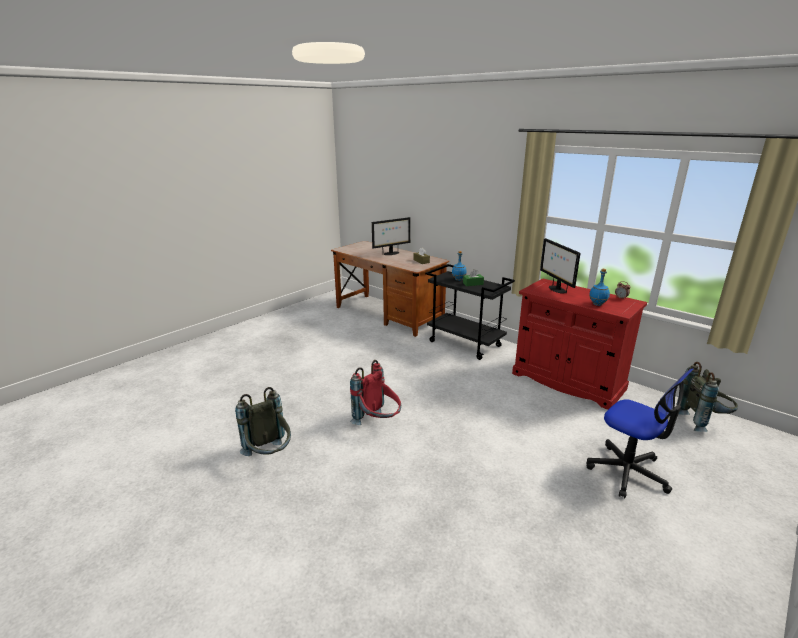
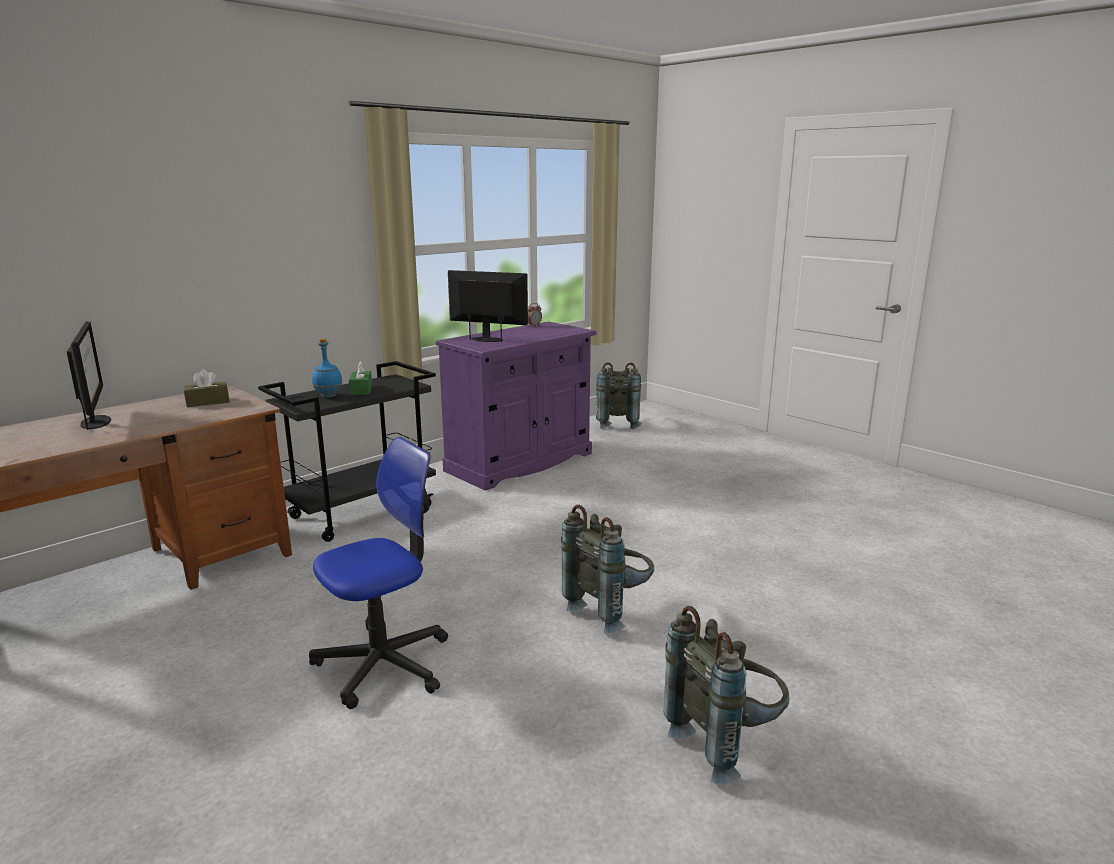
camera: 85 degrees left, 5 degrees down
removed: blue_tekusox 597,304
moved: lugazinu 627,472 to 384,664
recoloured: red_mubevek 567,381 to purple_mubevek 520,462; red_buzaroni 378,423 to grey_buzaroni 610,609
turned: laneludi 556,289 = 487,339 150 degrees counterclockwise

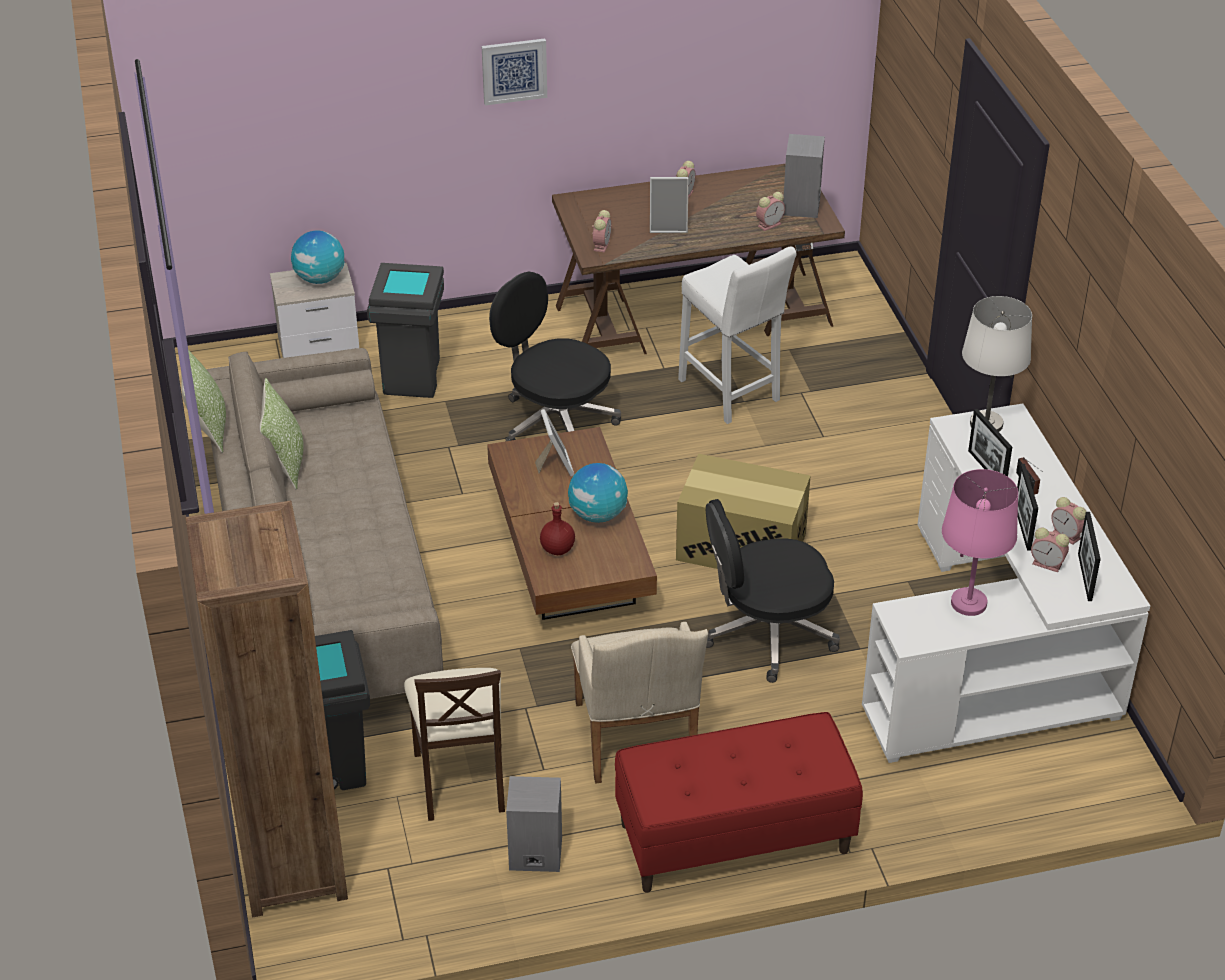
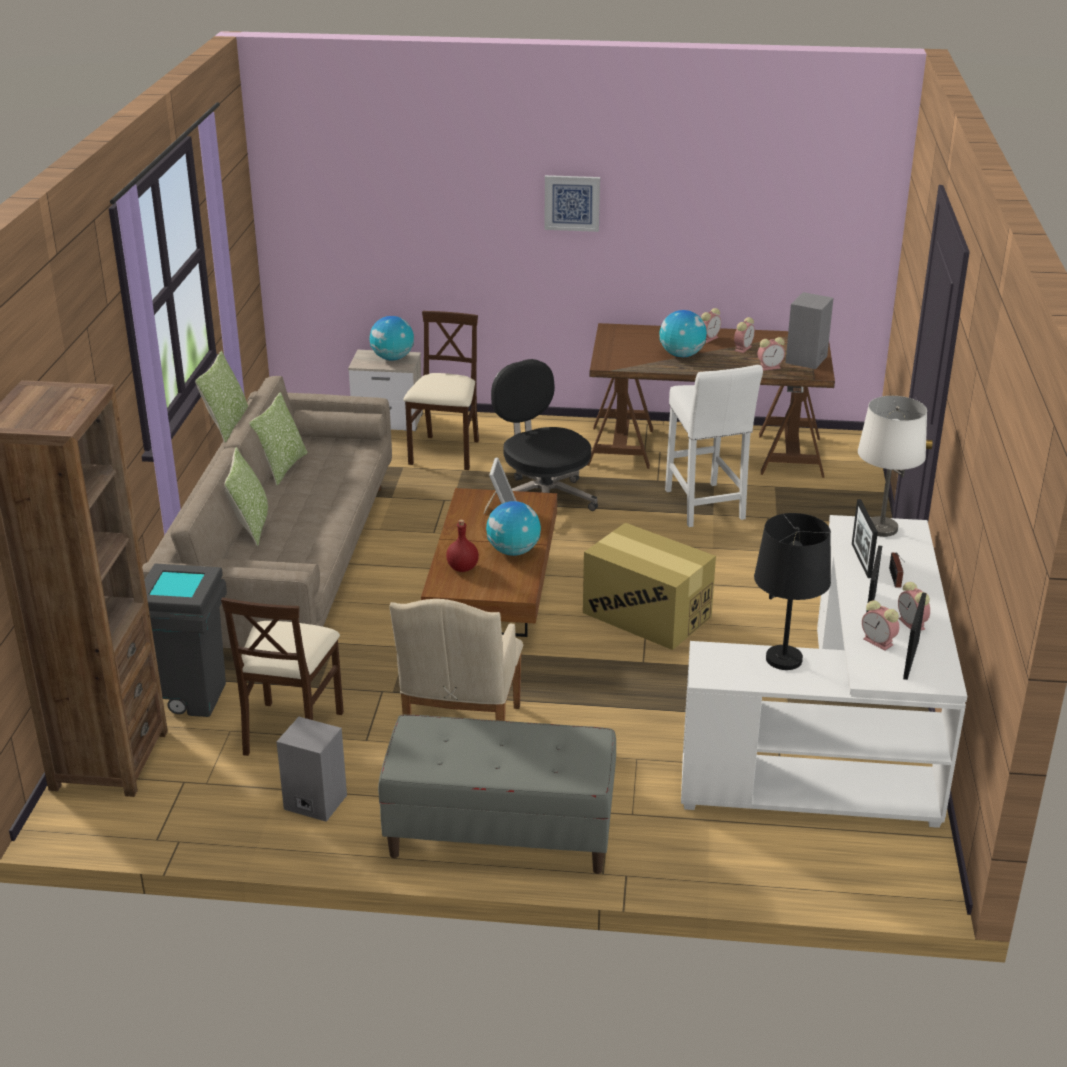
camera: 20 degrees right, 10 degrees down
removed: black_lugazinu 767,634
added: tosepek 251,526
moved: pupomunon 601,245 to 743,348
replaced: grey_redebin 413,381 to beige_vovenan 446,453; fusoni 668,226 to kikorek 682,355
recoloured: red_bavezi 734,838 to grey_bavezi 500,834; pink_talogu 968,603 to black_talogu 783,659

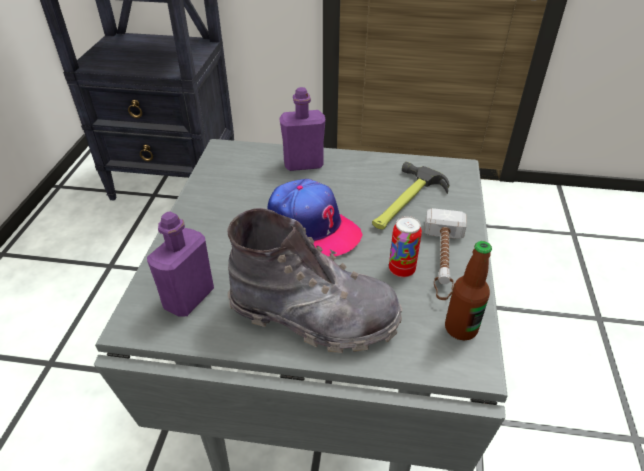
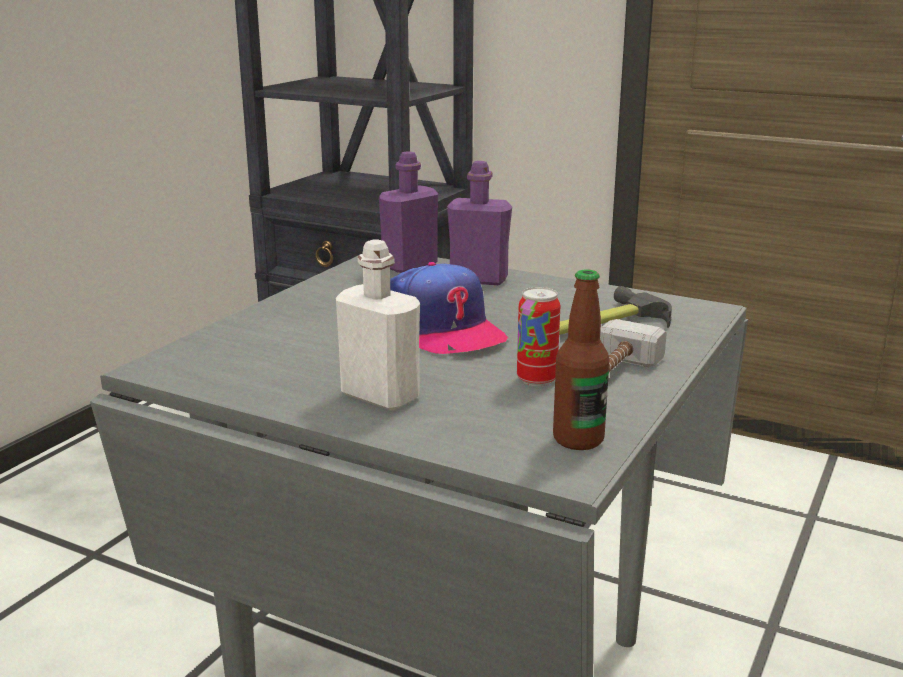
camera: 20 degrees right, 20 degrees down
moved: purple_tekusox 188,298 to 409,265
replaced: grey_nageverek 314,316 to white_tekusox 380,396

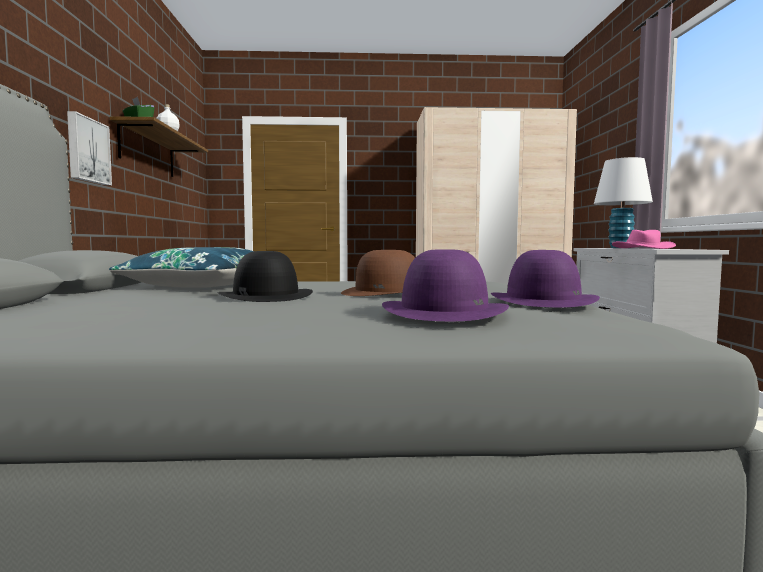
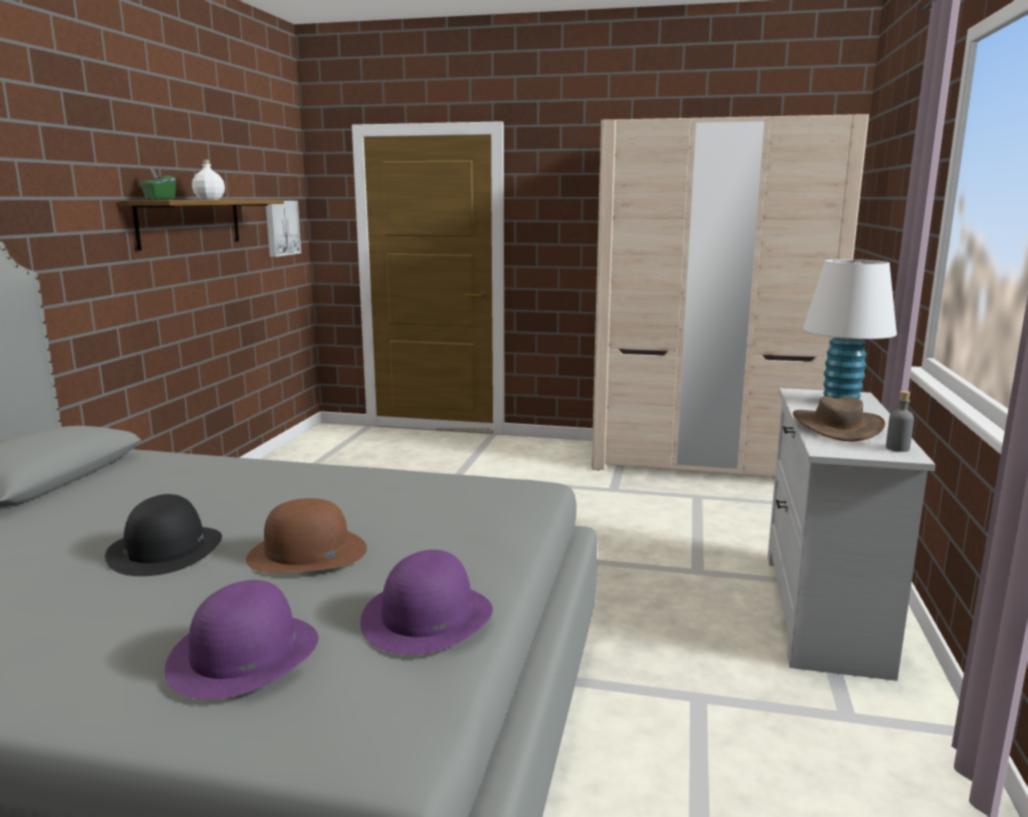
camera: 15 degrees right, 10 degrees up
removed: blue_tosepek 205,285
added: grey_tekusox 897,448
moved: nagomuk 87,150 to 281,228
recoloured: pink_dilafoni 642,248 to brown_dilafoni 837,426

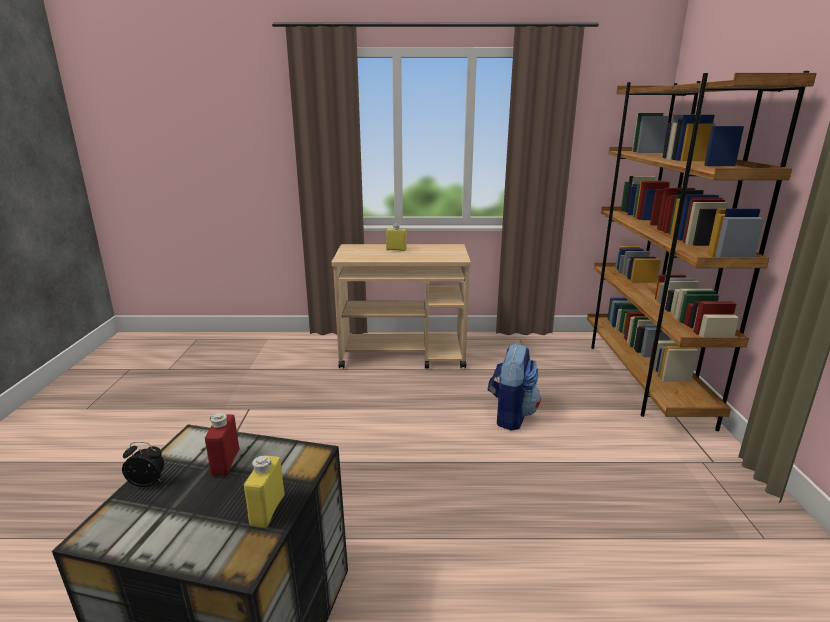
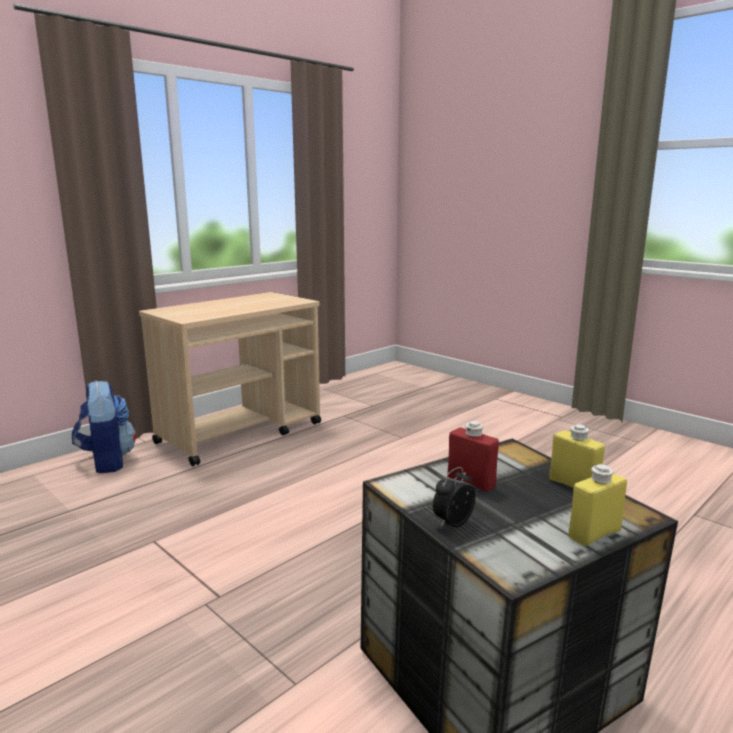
camera: 45 degrees left, 5 degrees down
removed: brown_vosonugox 642,378
moved: buzaroni 511,415 to 107,461; yellow_tekusox 396,250 to 594,534

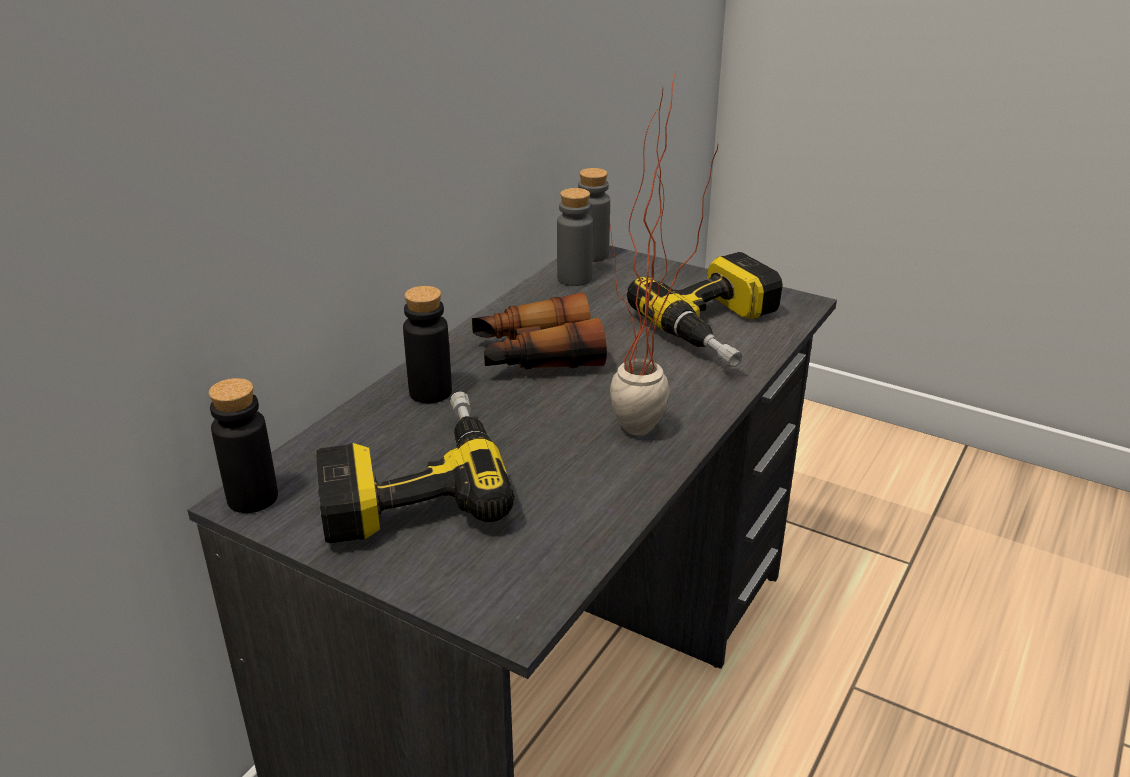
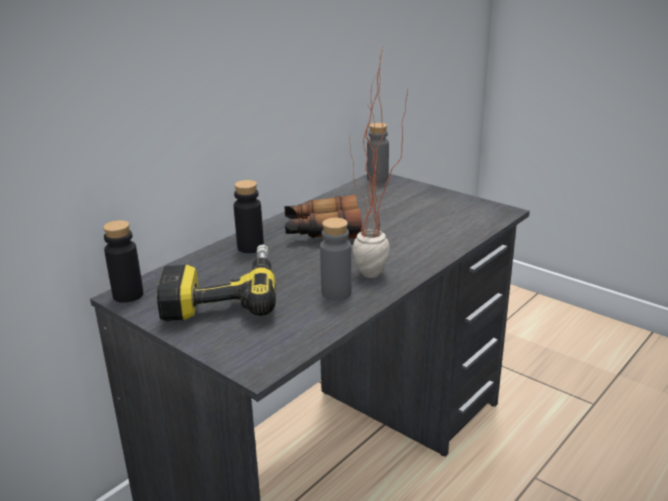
camera: 10 degrees right, 5 degrees down
removed: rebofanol 722,330
moved: grey_tekusox 574,278 to 336,293

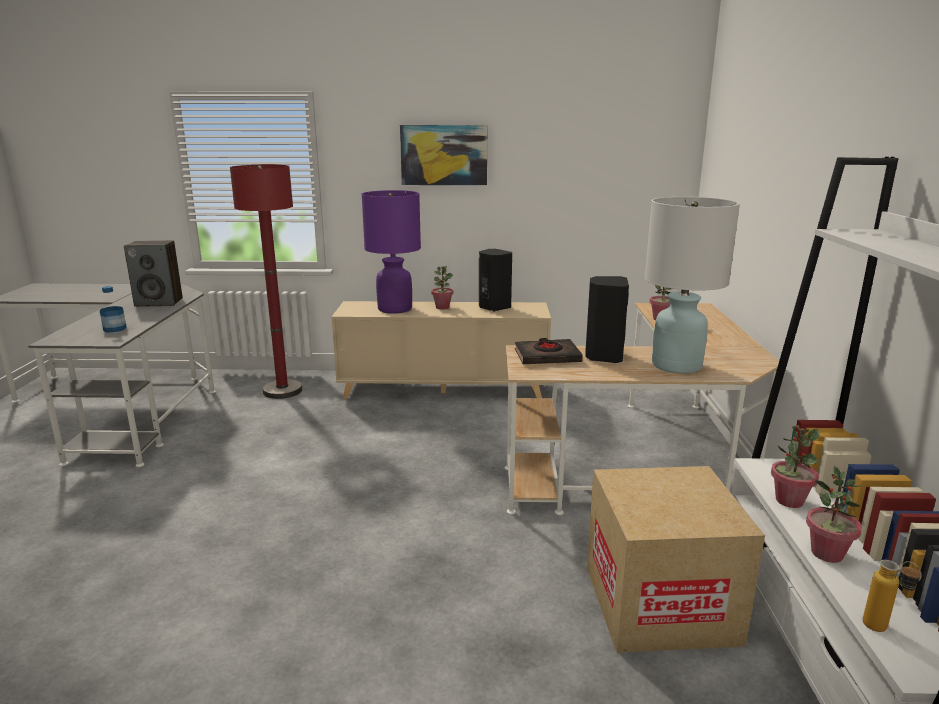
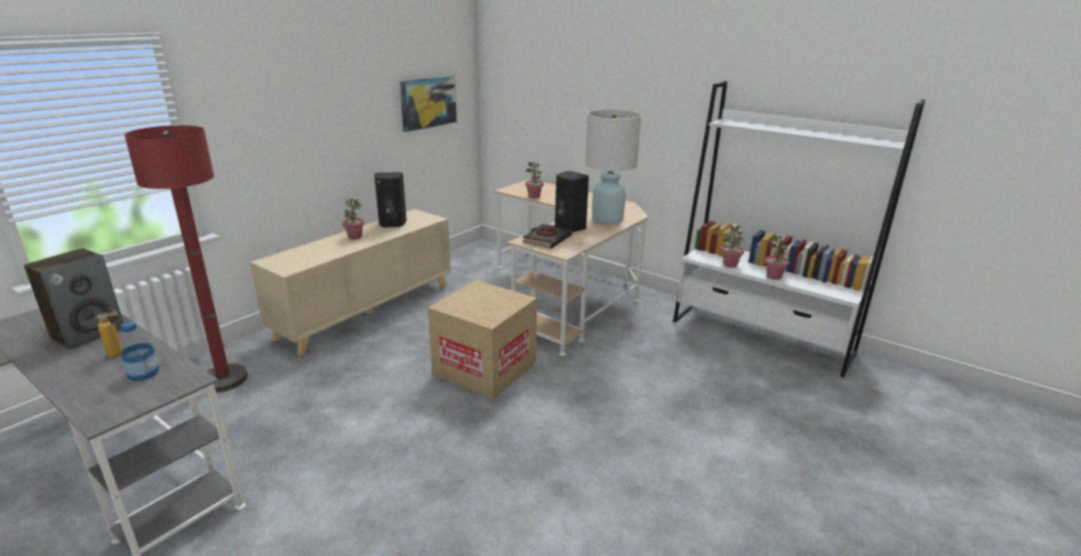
camera: 55 degrees left, 5 degrees up
removed: purple_talogu 395,309
moved: tekusox 883,631 to 120,355; nagomuk 444,155 to 428,102; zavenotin 659,604 to 485,368

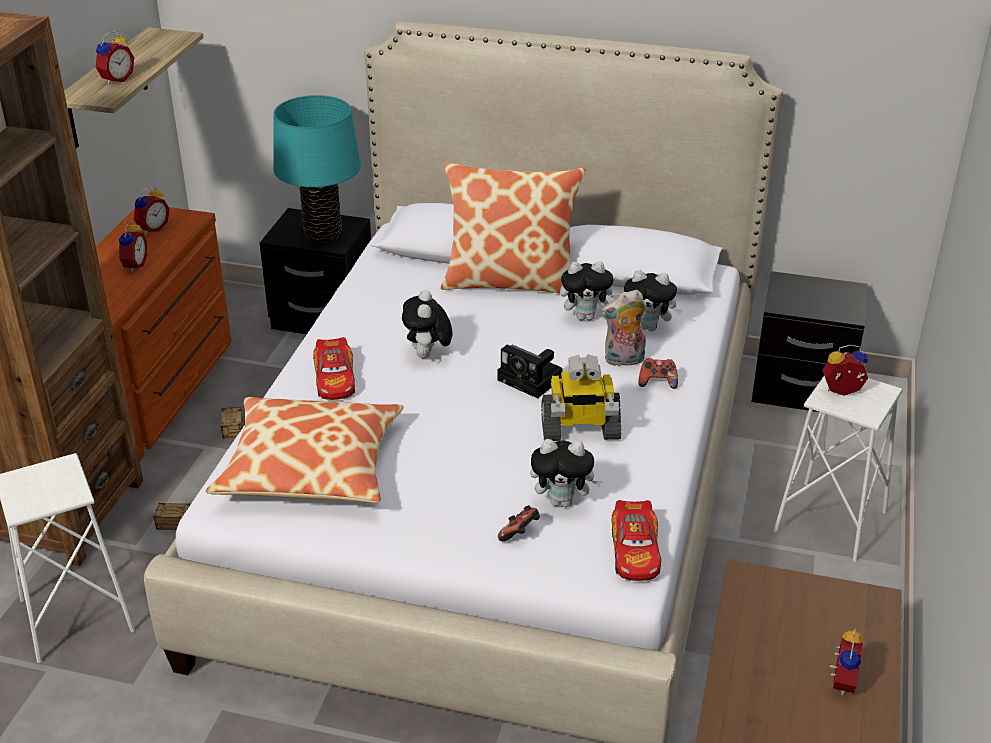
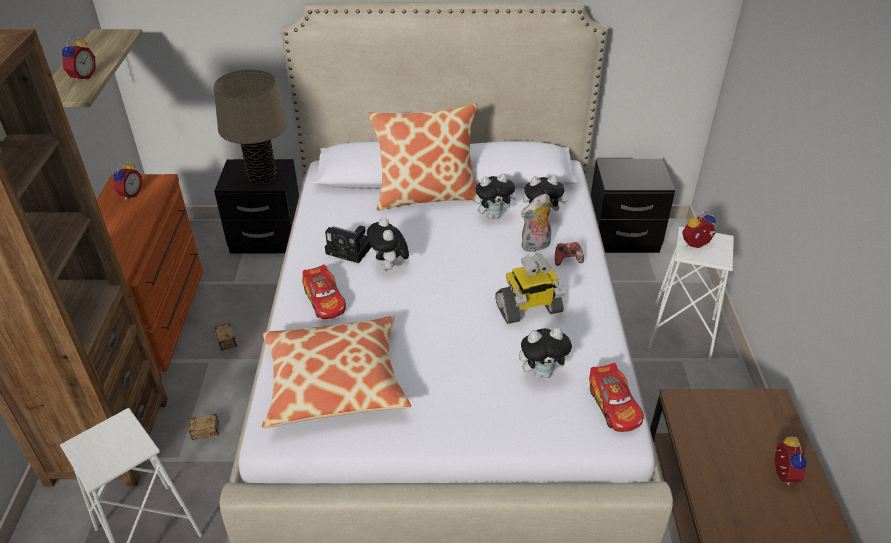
camera: 15 degrees left, 5 degrees up
removed: pupomunon 133,265; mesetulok 520,534
moved: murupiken 532,380 to 351,250
recoloured: turquoise_talogu 323,234 to beige_talogu 262,177

